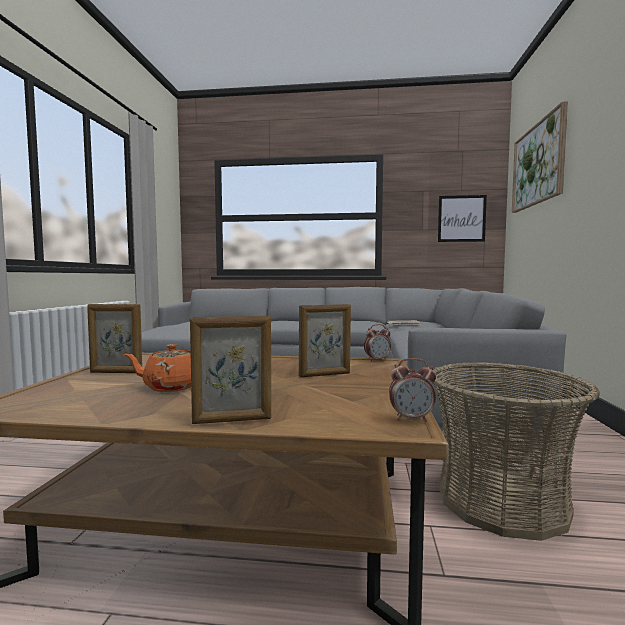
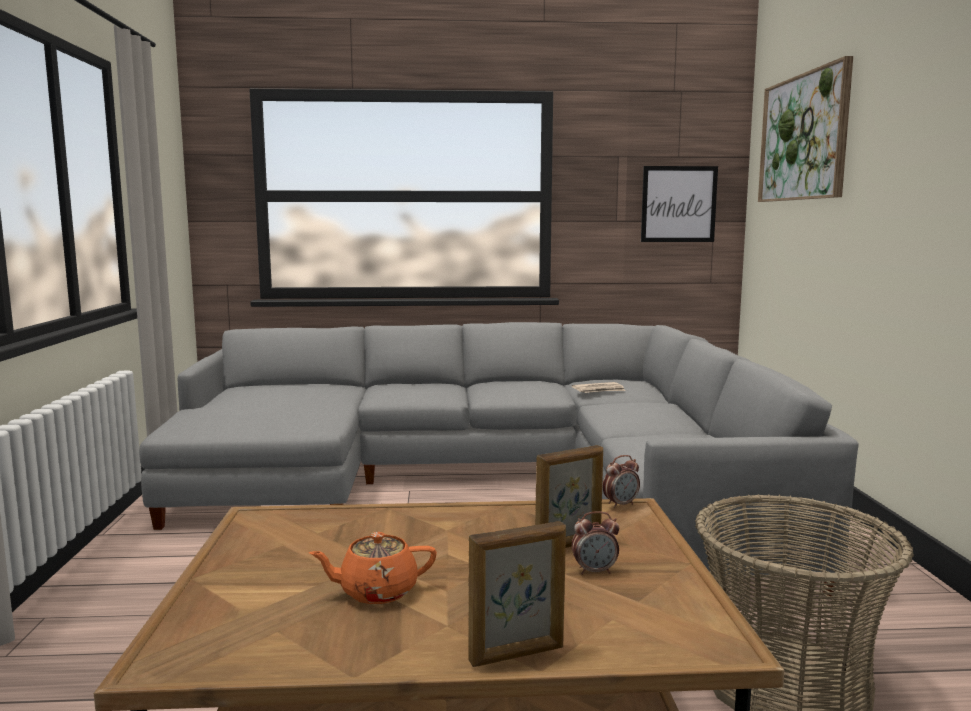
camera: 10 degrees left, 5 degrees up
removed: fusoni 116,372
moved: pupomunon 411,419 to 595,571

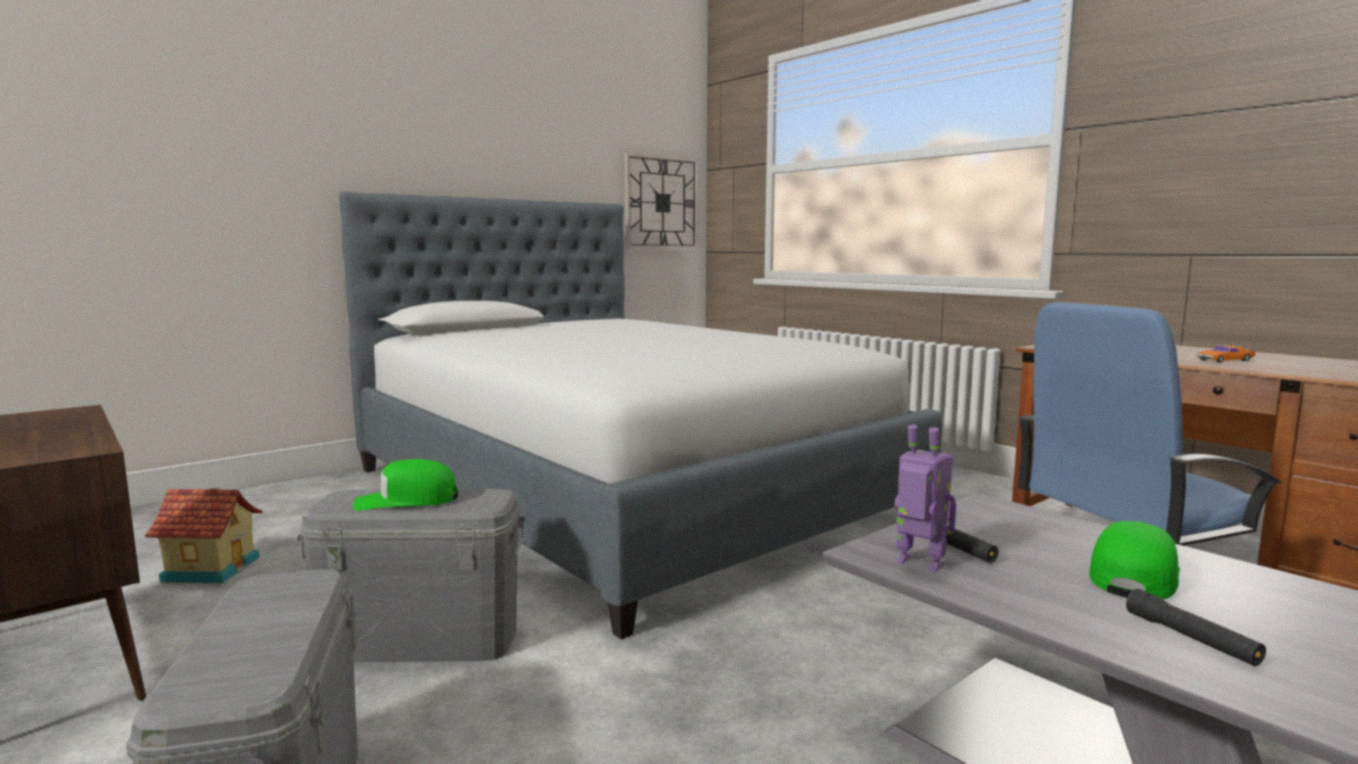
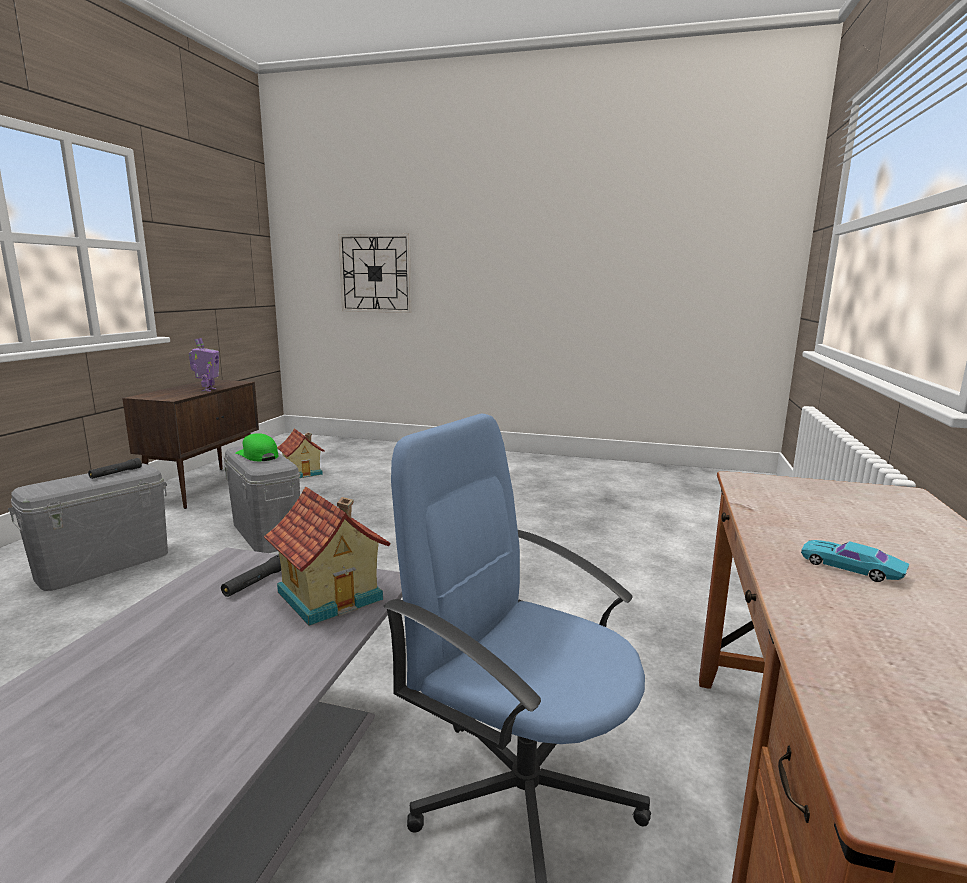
camera: 55 degrees right, 5 degrees up
removed: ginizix 619,491; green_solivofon 1133,576
added: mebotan 332,594
moved: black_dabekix 1191,639 to 116,473; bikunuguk 919,564 to 207,390; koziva 661,203 to 375,273
recoloured: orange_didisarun 1225,360 to turquoise_didisarun 851,568

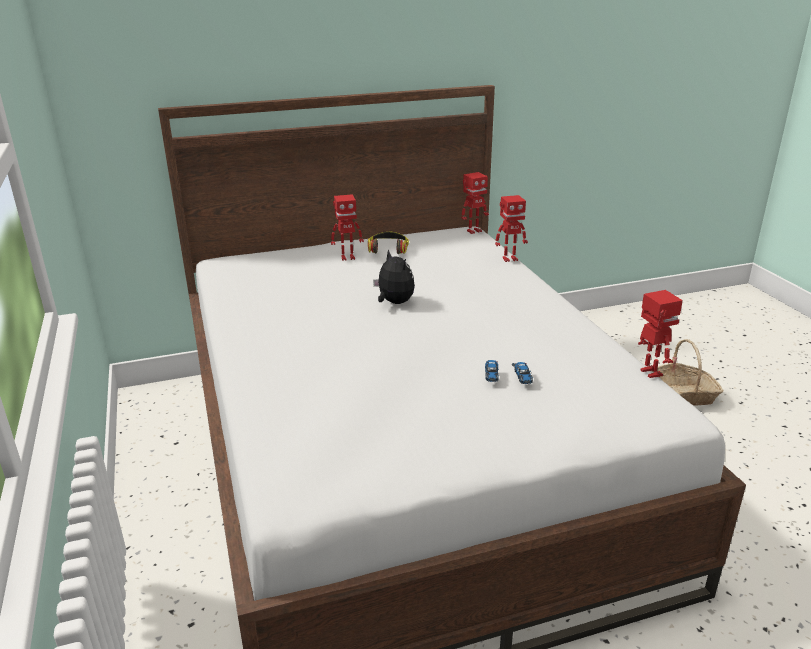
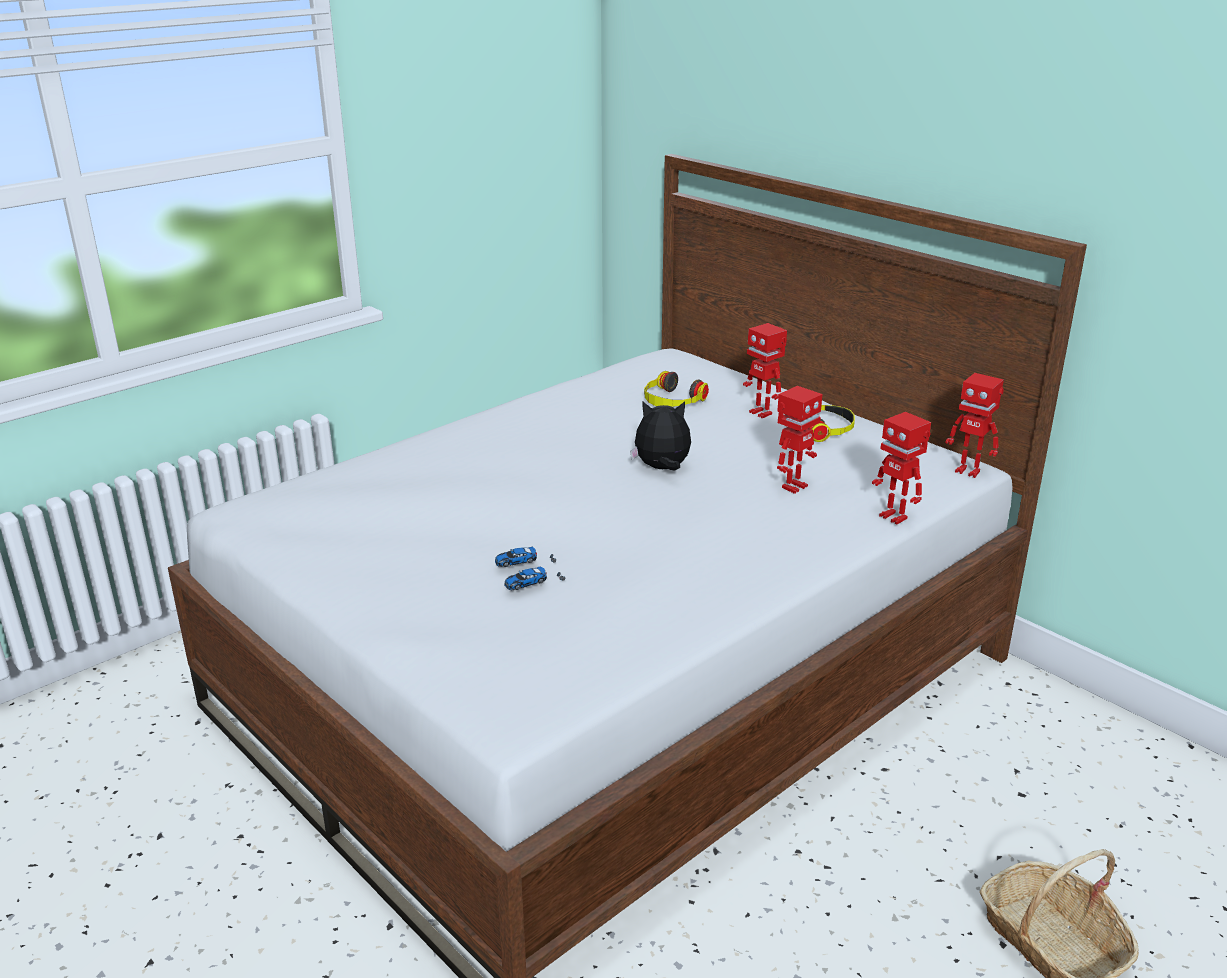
camera: 65 degrees right, 0 degrees up
added: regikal 672,401
moved: bikunuguk 650,373 to 793,487
turned: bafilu 394,302 = 662,469 120 degrees counterclockwise

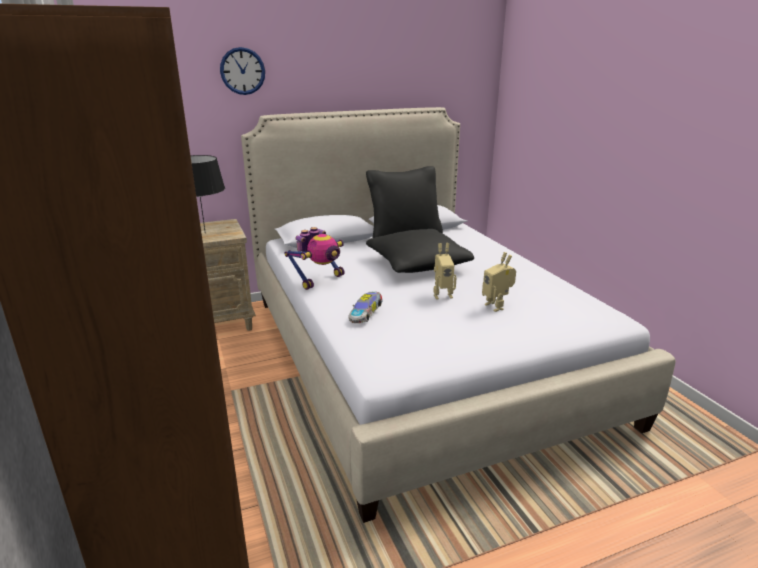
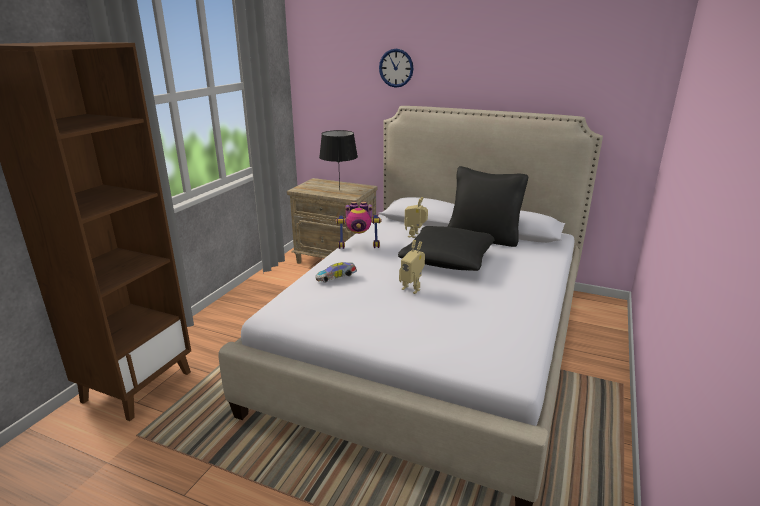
camera: 45 degrees right, 0 degrees up
moved: bikunuguk 496,306 to 415,235

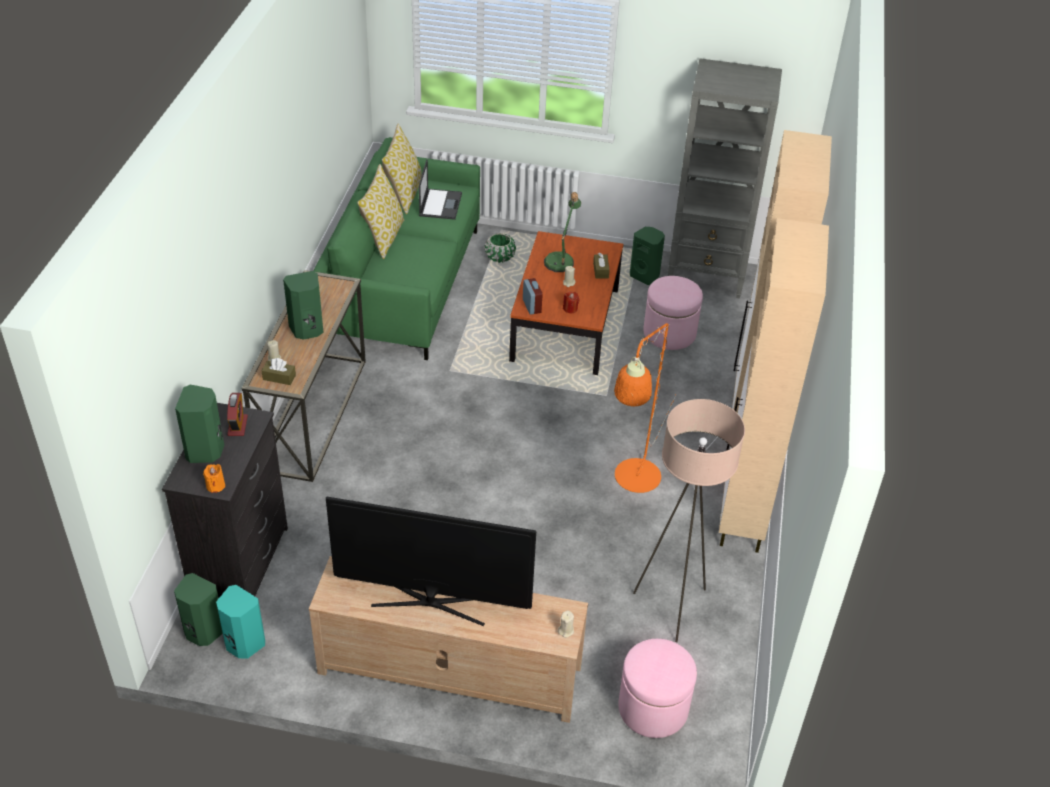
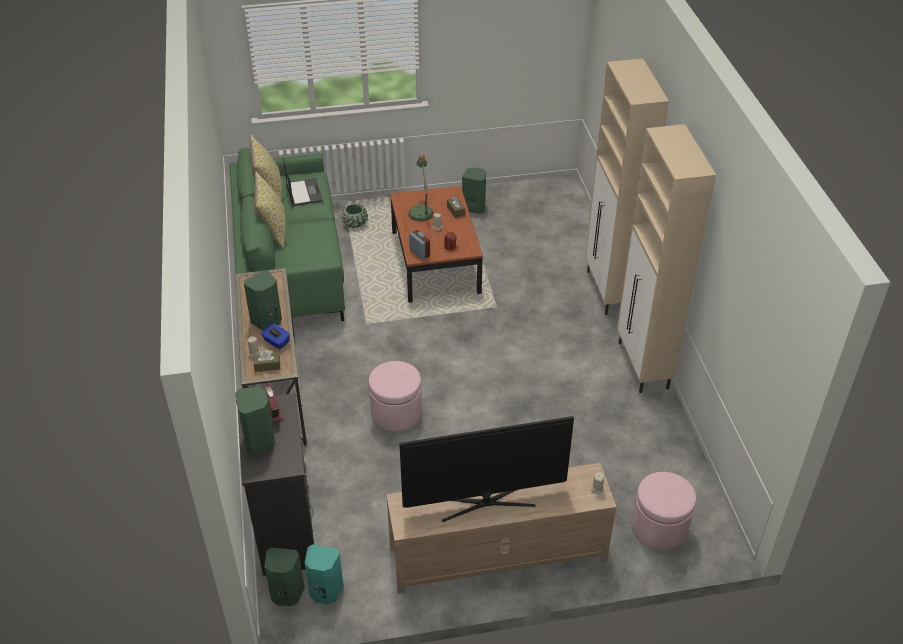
camera: 20 degrees left, 0 degrees up
removed: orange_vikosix 215,486; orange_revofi 634,484; beige_revofi 672,607; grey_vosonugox 706,276
added: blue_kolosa 276,342
moved: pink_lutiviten 669,333 to 396,413

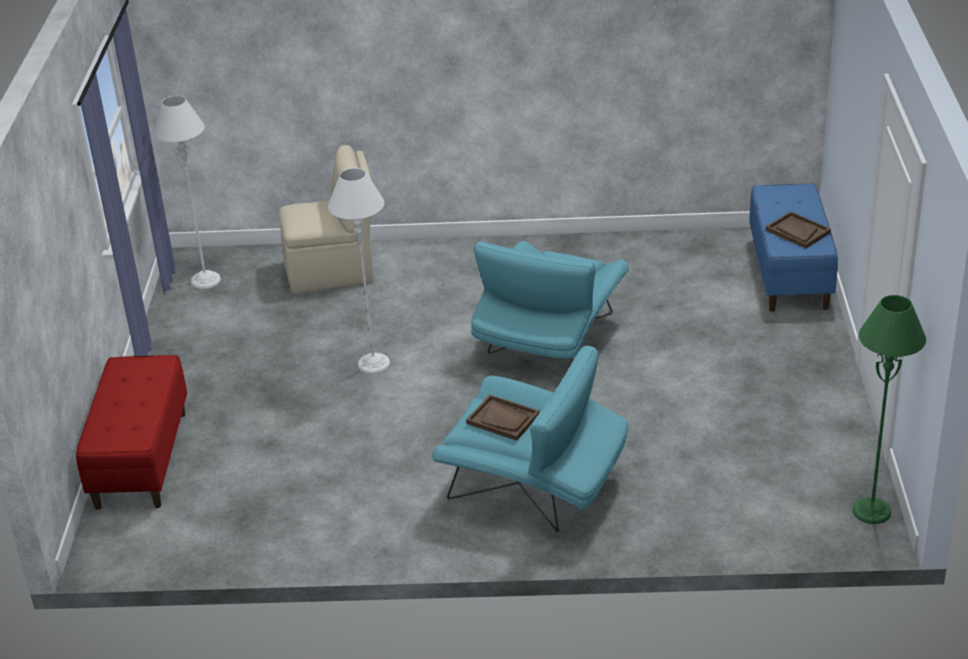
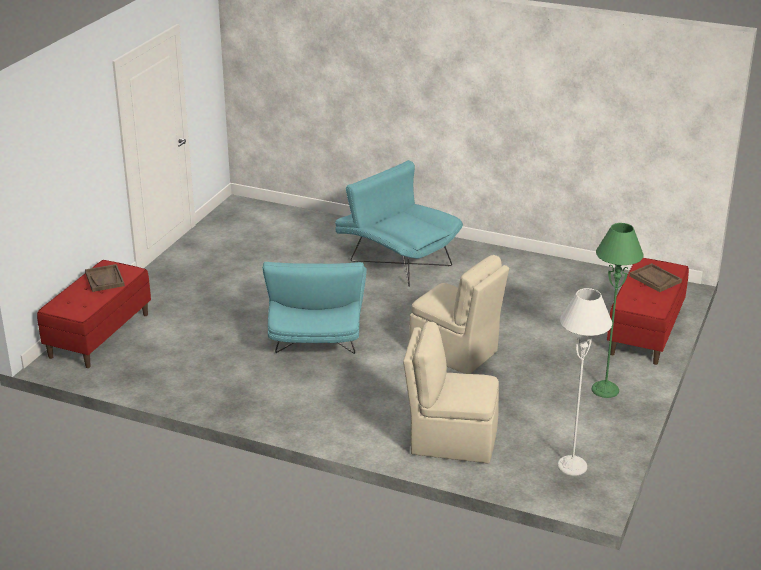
camera: 160 degrees left, 5 degrees down
moved: green_revofi 871,511 to 605,389; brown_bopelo 503,419 to 655,279
replaced: grey_revofi 373,364 to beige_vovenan 455,353
recoloured: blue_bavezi 790,274 to red_bavezi 99,335
turned: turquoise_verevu 549,340 = 317,335 135 degrees clockwise

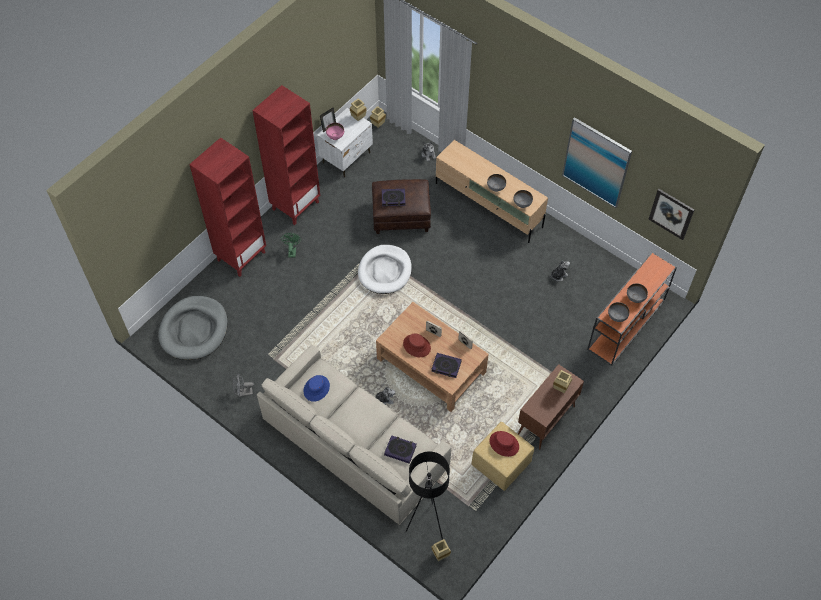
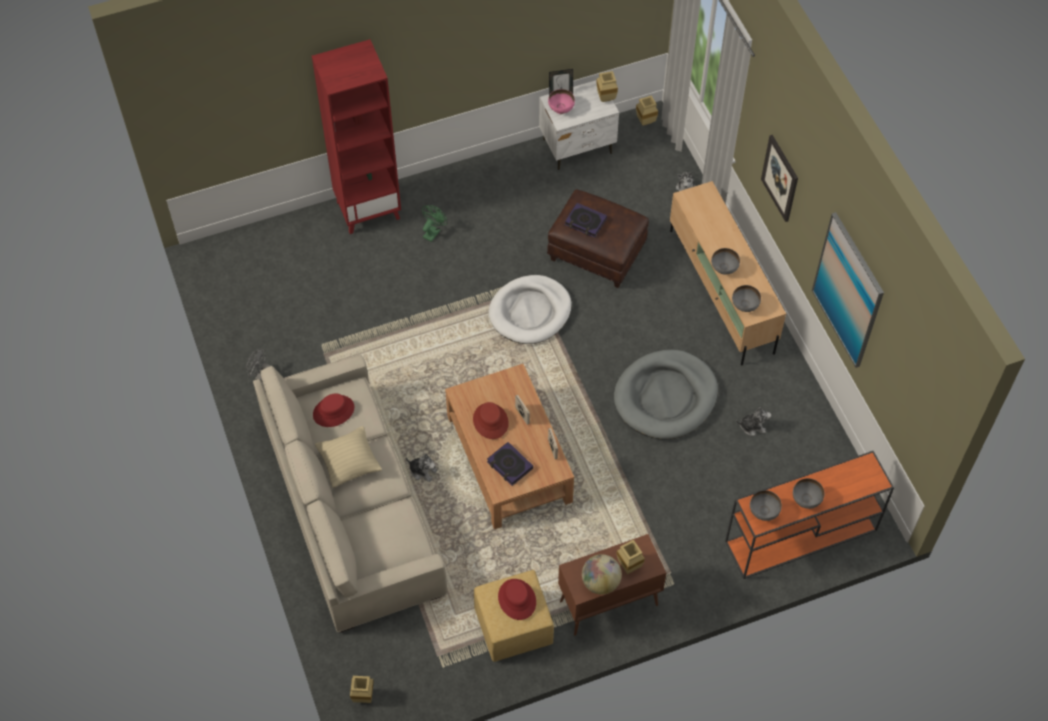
camera: 30 degrees right, 0 degrees up
removed: red_vosonugox 295,205; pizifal 400,450; black_revofi 427,524
added: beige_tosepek 349,463; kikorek 600,582
moved: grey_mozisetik 194,330 to 665,397; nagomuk 671,213 to 780,178
recoloured: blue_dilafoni 316,388 to red_dilafoni 333,411

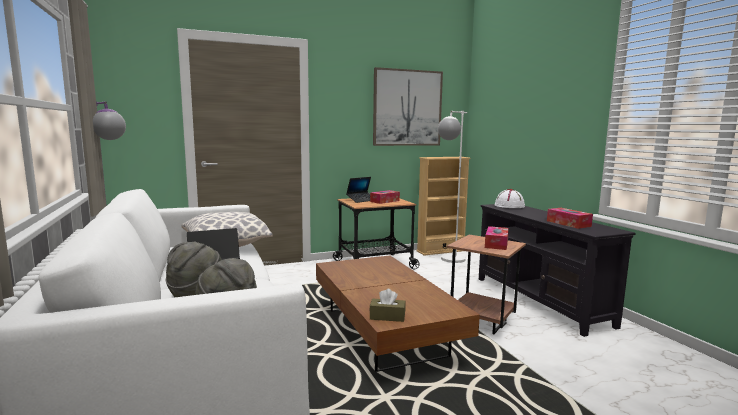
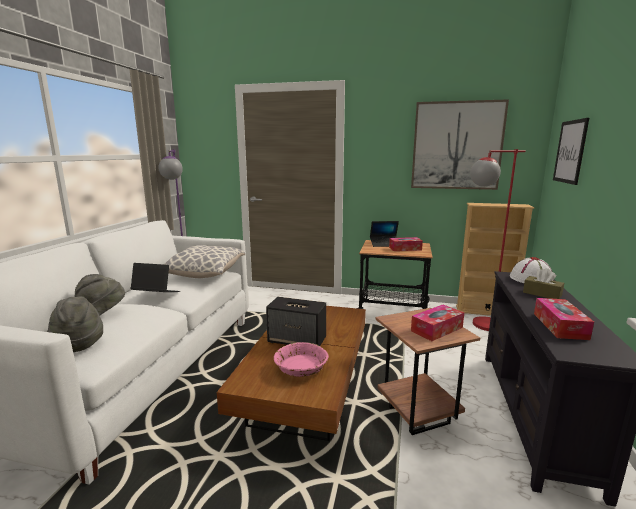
camera: 35 degrees right, 5 degrees up
added: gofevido 297,340; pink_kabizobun 301,368; nagomuk 570,151
moved: brown_kolosa 387,316 to 542,294
recoloured: white_revofi 449,261 to red_revofi 479,326

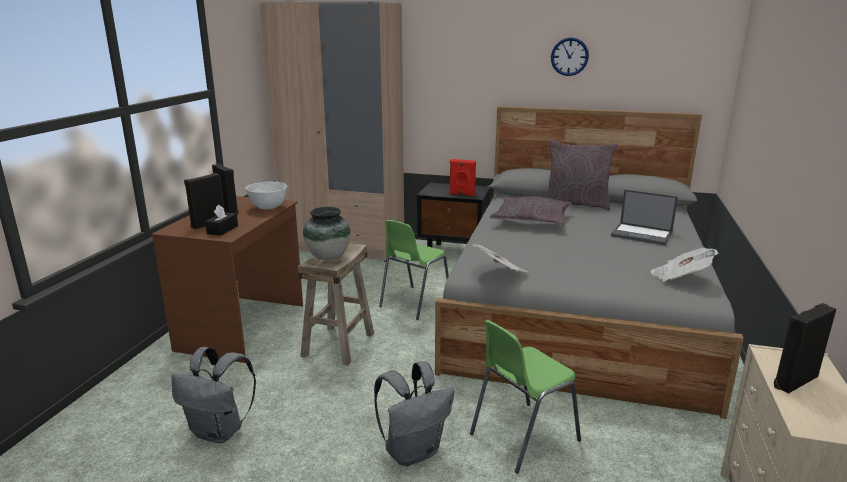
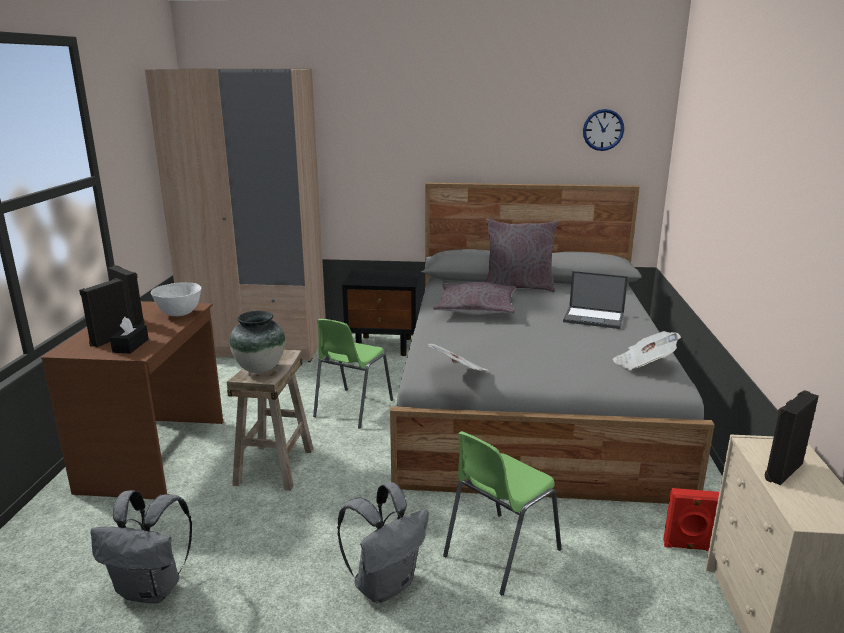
camera: 10 degrees left, 0 degrees up
moved: koziva 569,56 to 603,130; red_gofevido 462,194 to 687,546

